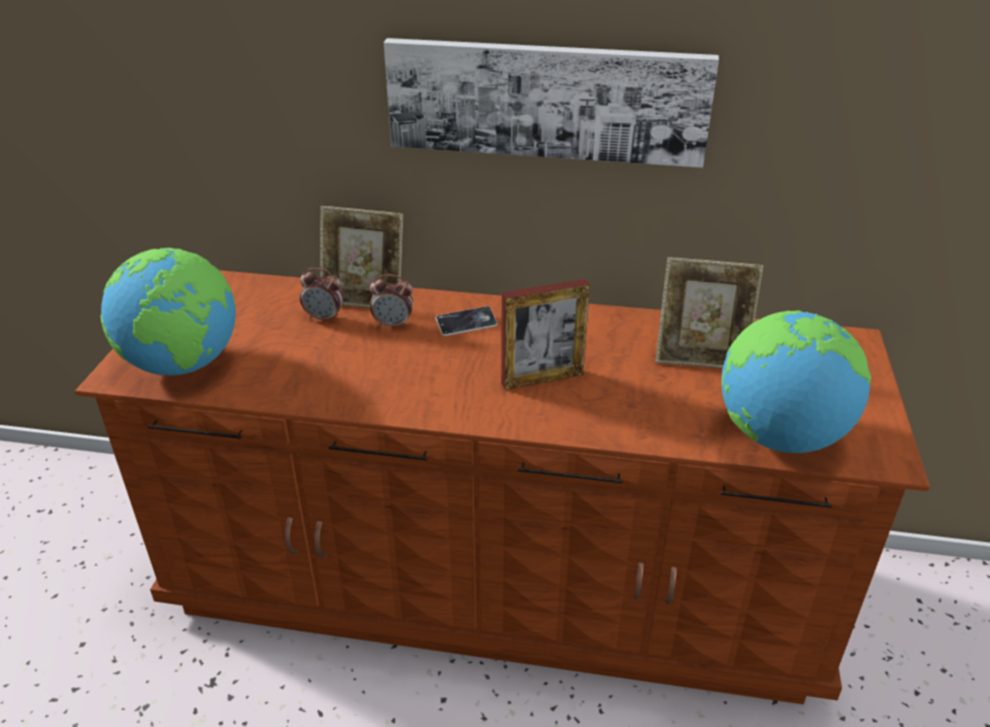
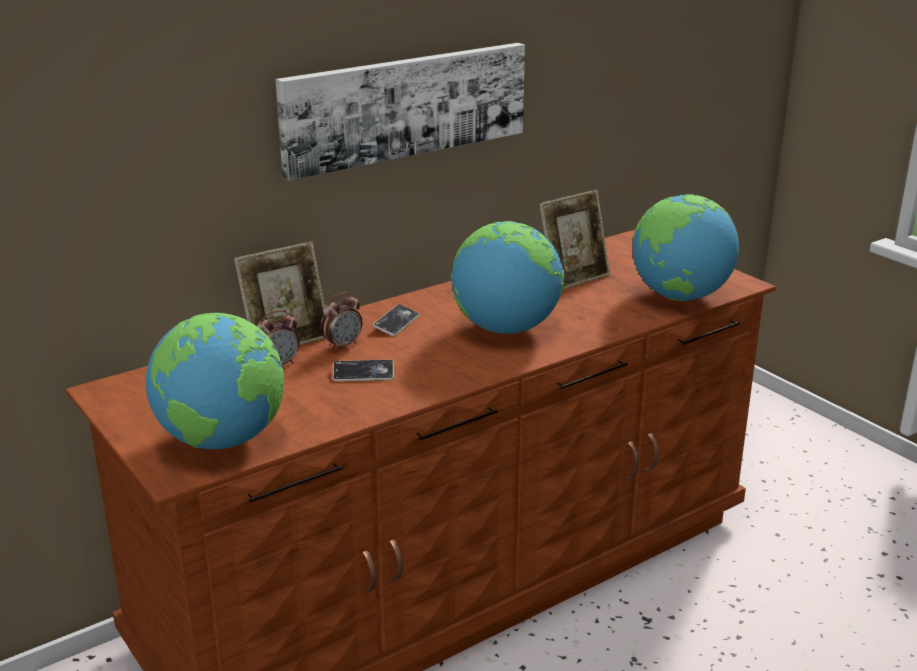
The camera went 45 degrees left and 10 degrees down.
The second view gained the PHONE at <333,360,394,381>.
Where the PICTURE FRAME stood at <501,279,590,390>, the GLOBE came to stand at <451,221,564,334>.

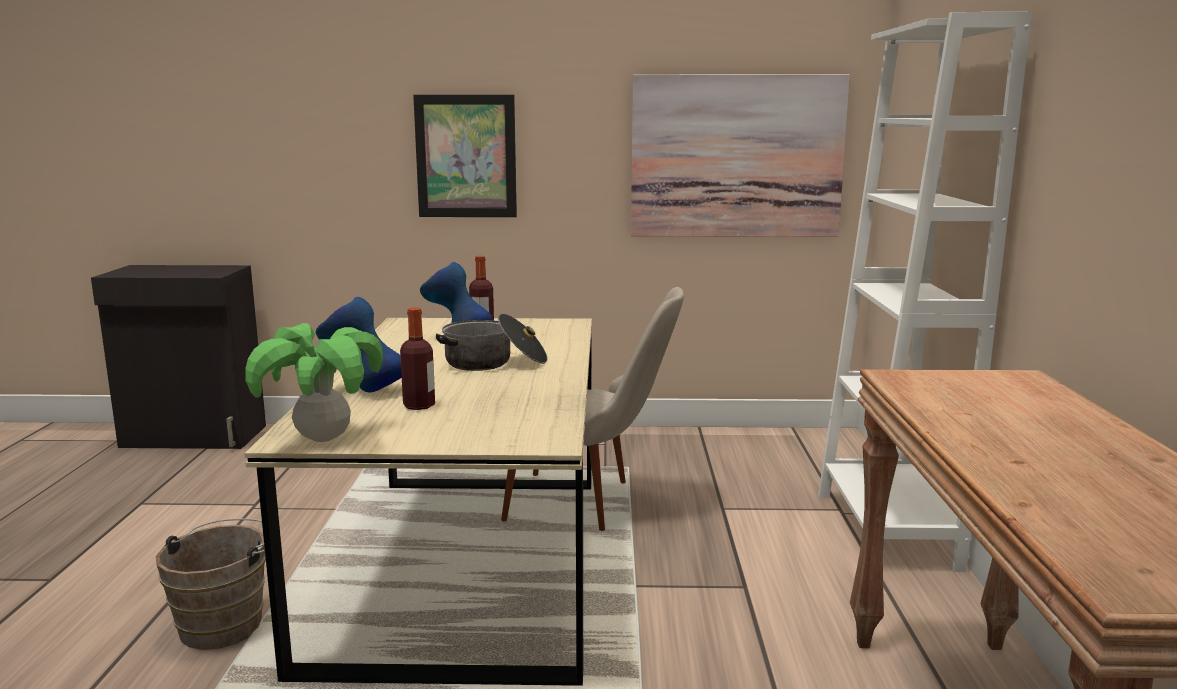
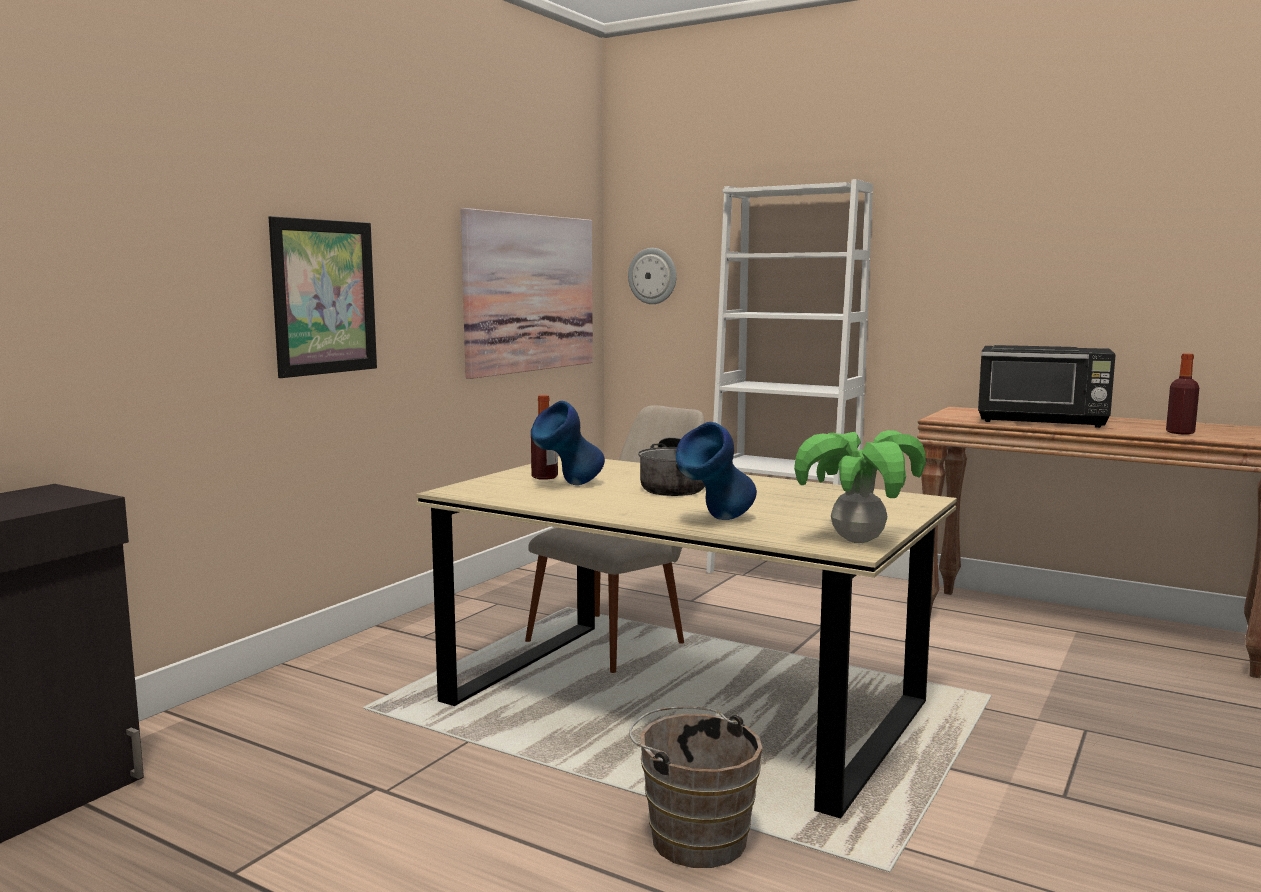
The camera went 60 degrees left and 5 degrees down.
The second view gained the WALL CLOCK at <628,248,677,304>.
The second view gained the BLACK MICROWAVE at <978,345,1116,428>.
The BOTTLE ended up elsewhere, having gone from <400,307,435,410> to <1166,353,1199,434>.

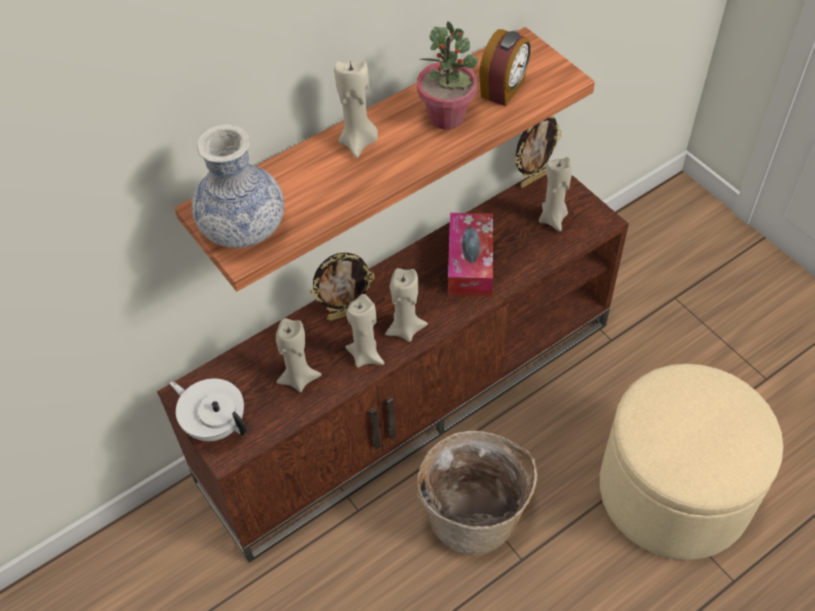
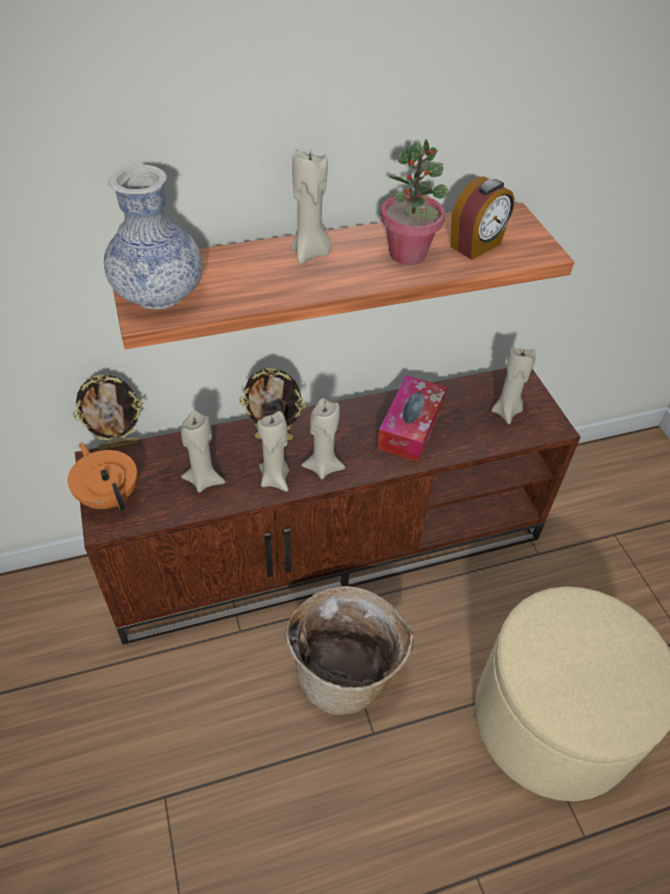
The camera went 15 degrees right and 5 degrees down.
The PICTURE FRAME ended up elsewhere, having gone from <514,115,562,188> to <73,374,143,450>.
What was the WHITE TEAPOT at <170,379,247,441> turned into the ORANGE TEAPOT at <68,443,137,511>.

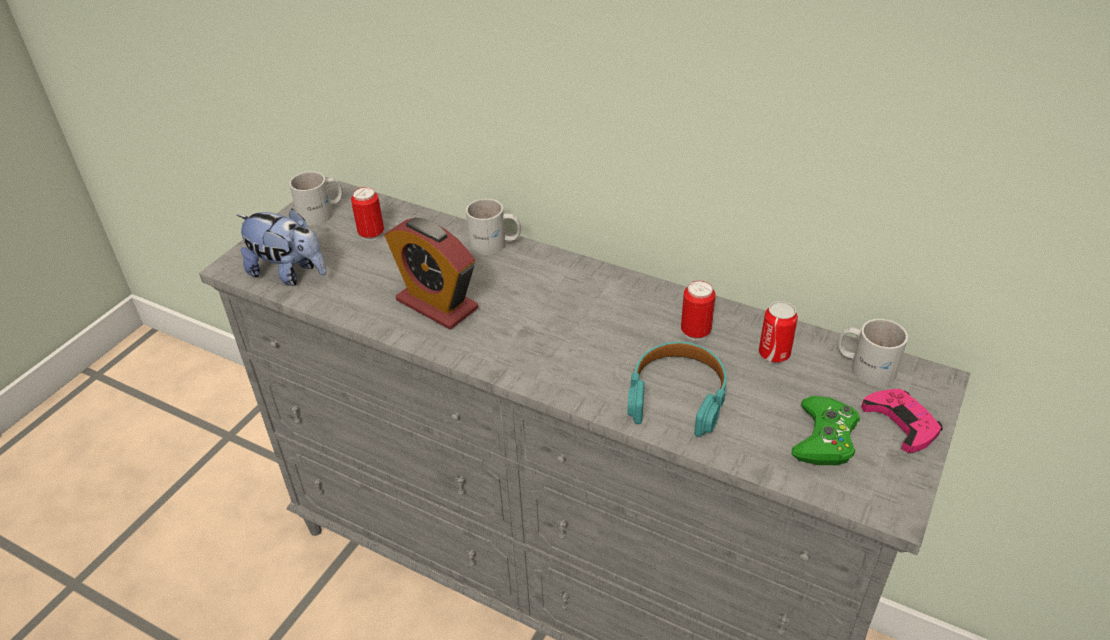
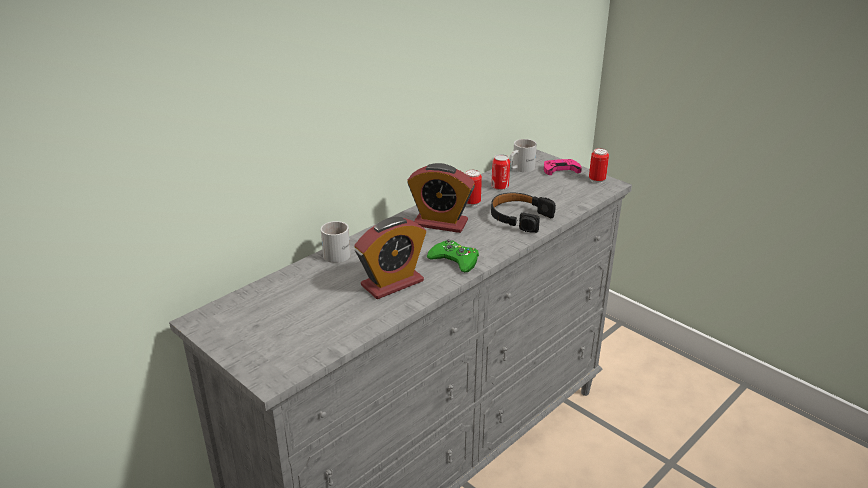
The camera went 75 degrees left and 10 degrees down.
The second view lost the PLUSH TOY at <237,208,326,286>.
The second view lost the WHITE MUG at <289,172,343,225>.
The second view gained the ALARM CLOCK at <407,163,475,233>.
The CAN ended up elsewhere, having gone from <351,187,384,241> to <589,148,609,183>.
The GREEN GAME CONTROLLER ended up elsewhere, having gone from <792,396,860,465> to <427,239,479,272>.
What was the TURQUOISE HEADPHONES at <627,342,727,437> turned into the BLACK HEADPHONES at <491,193,556,233>.

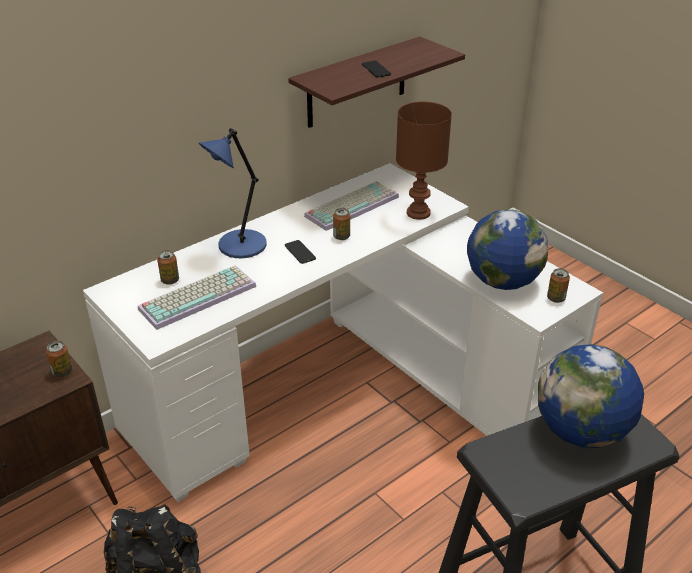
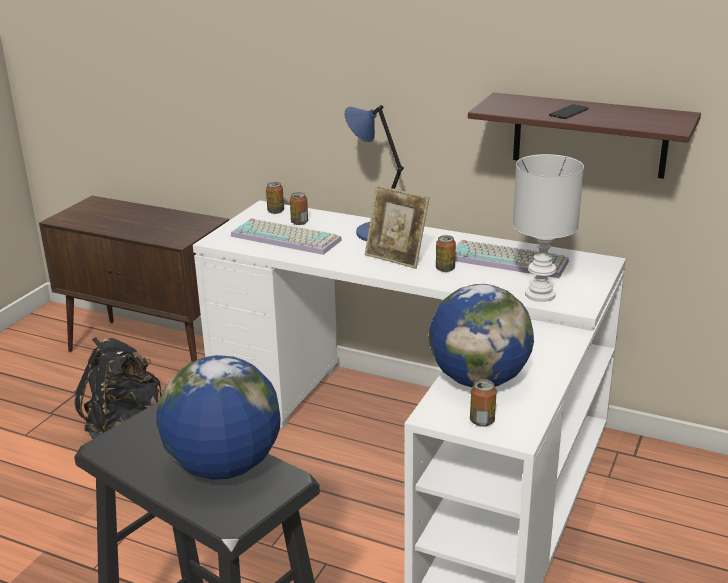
The camera went 65 degrees right and 10 degrees down.
The CAN ended up elsewhere, having gone from <46,341,72,377> to <266,182,284,214>.
Where the PHONE stood at <285,240,316,264>, the PICTURE FRAME came to stand at <365,185,429,269>.
What was the BROWN TABLE LAMP at <396,102,452,220> turned into the WHITE TABLE LAMP at <513,154,584,302>.

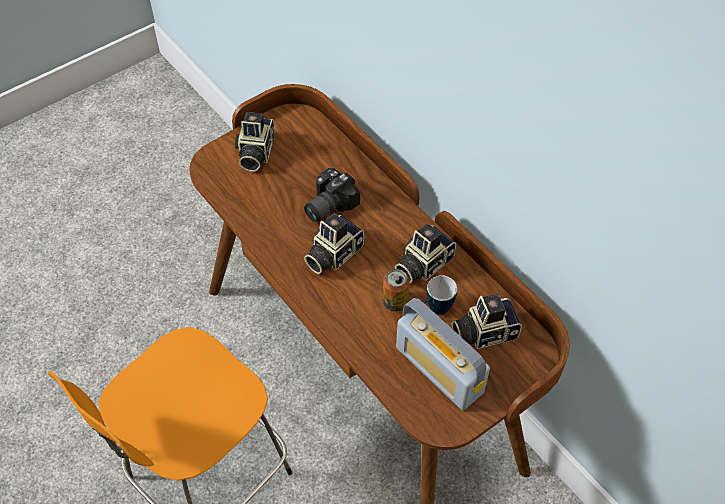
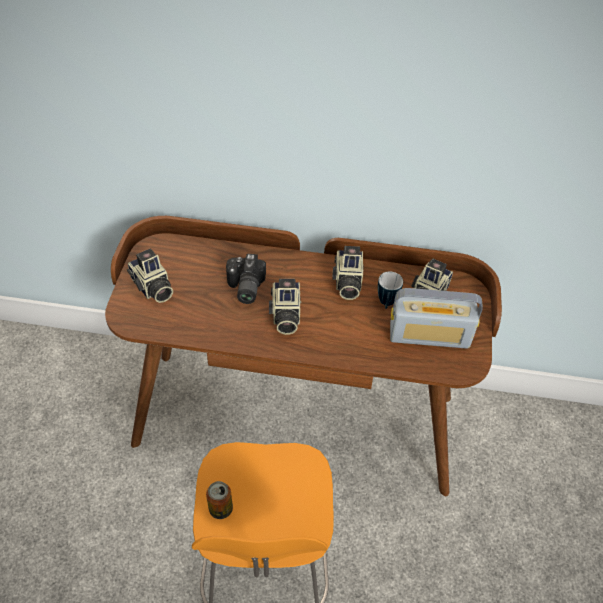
The camera went 45 degrees left and 5 degrees down.
The CAN ended up elsewhere, having gone from <383,269,409,312> to <206,481,233,519>.

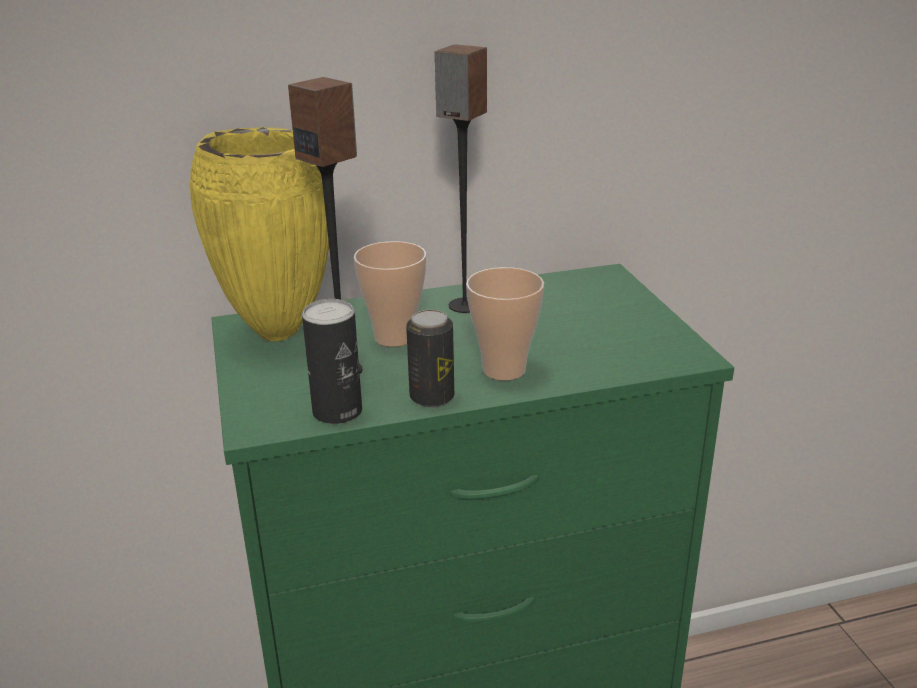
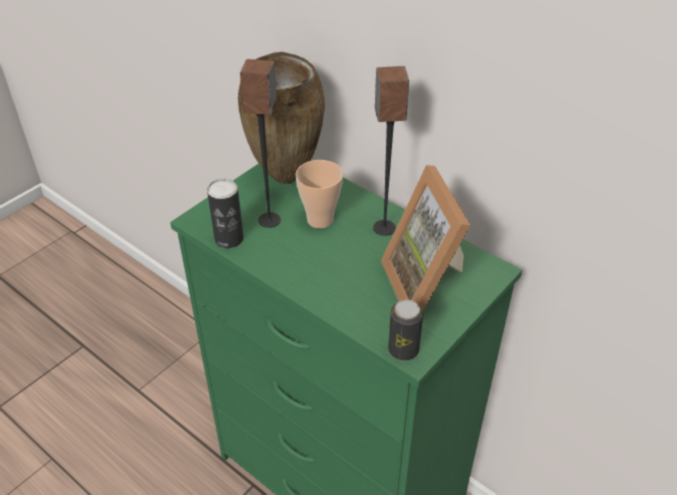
The camera went 55 degrees right and 15 degrees up.
The second view lost the CUP at <466,267,544,381>.
The second view gained the PICTURE FRAME at <381,165,470,311>.
The CAN ended up elsewhere, having gone from <406,310,454,407> to <388,300,423,361>.
What was the YELLOW VASE at <190,127,329,341> turned into the BROWN VASE at <238,52,325,184>.

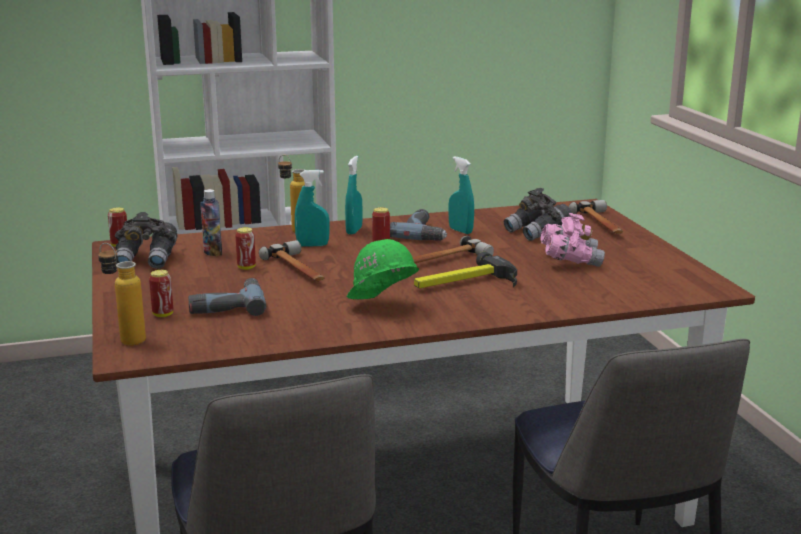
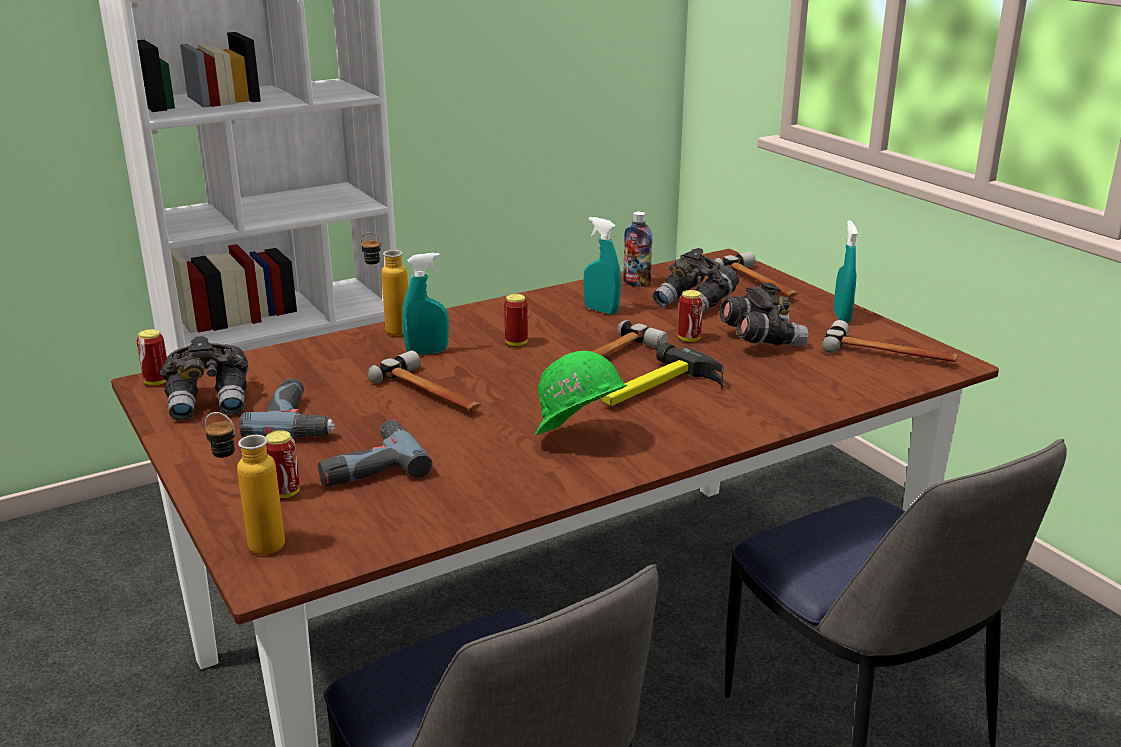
The camera went 15 degrees left and 5 degrees up.
The second view gained the HAMMER at <822,320,958,362>.
The BOTTLE ended up elsewhere, having gone from <200,189,222,256> to <623,212,652,287>.
The CAN ended up elsewhere, having gone from <235,227,256,270> to <678,290,703,342>.
The TURQUOISE SPRAY BOTTLE ended up elsewhere, having gone from <345,156,363,234> to <834,220,858,323>.
The POWER DRILL ended up elsewhere, having gone from <390,209,447,241> to <239,378,335,438>.
What was the PINK BINOCULARS at <540,213,605,267> turned into the GREY BINOCULARS at <719,282,809,346>.

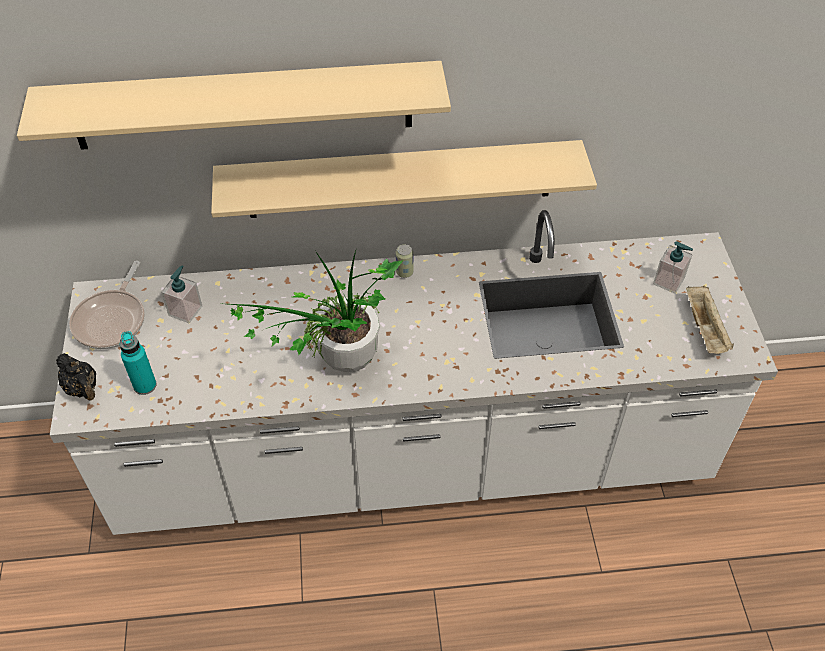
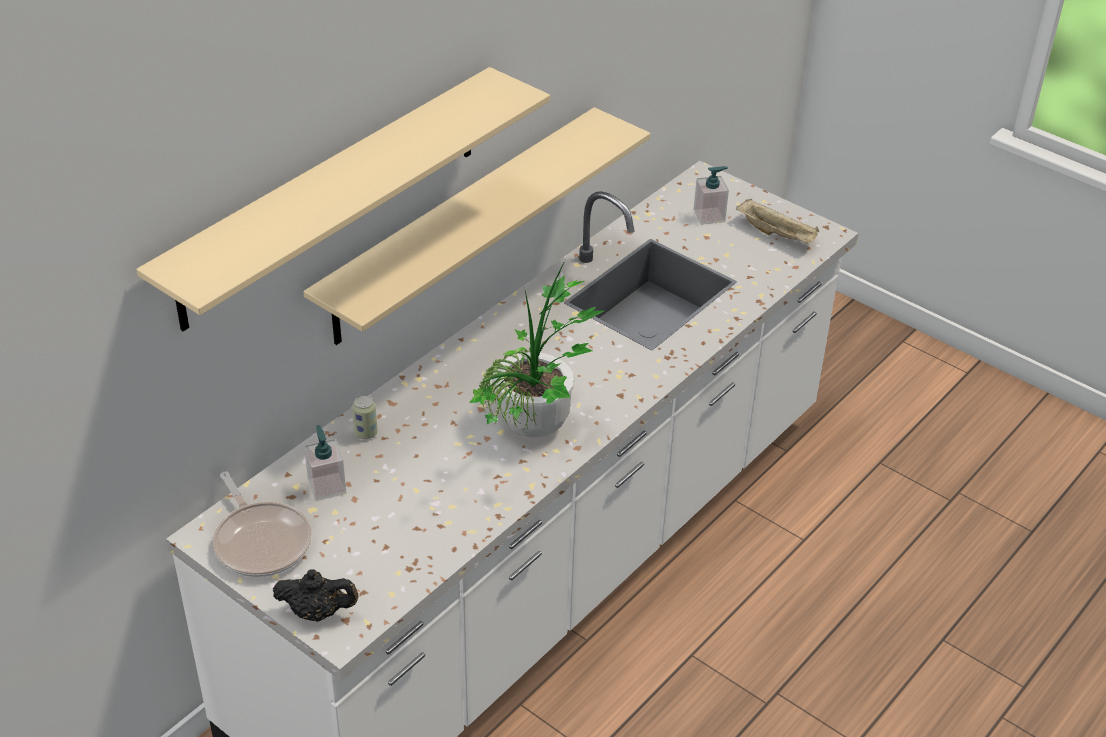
The camera went 45 degrees left and 10 degrees down.
The second view lost the TURQUOISE BOTTLE at <120,331,157,395>.
The CAN ended up elsewhere, having gone from <396,244,413,278> to <352,396,378,439>.

